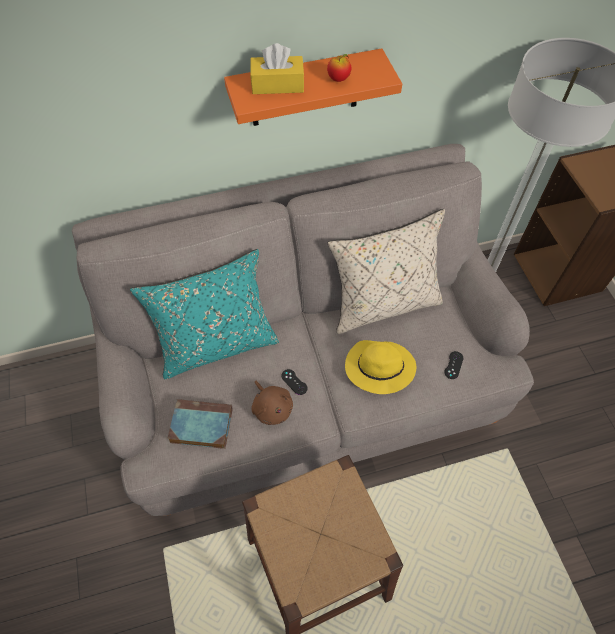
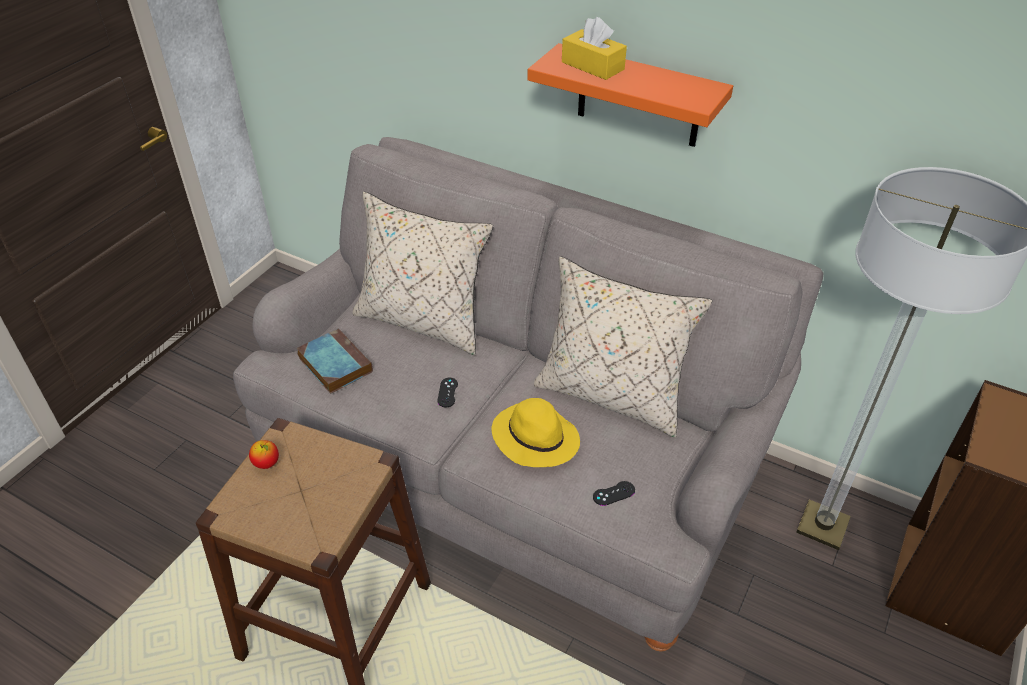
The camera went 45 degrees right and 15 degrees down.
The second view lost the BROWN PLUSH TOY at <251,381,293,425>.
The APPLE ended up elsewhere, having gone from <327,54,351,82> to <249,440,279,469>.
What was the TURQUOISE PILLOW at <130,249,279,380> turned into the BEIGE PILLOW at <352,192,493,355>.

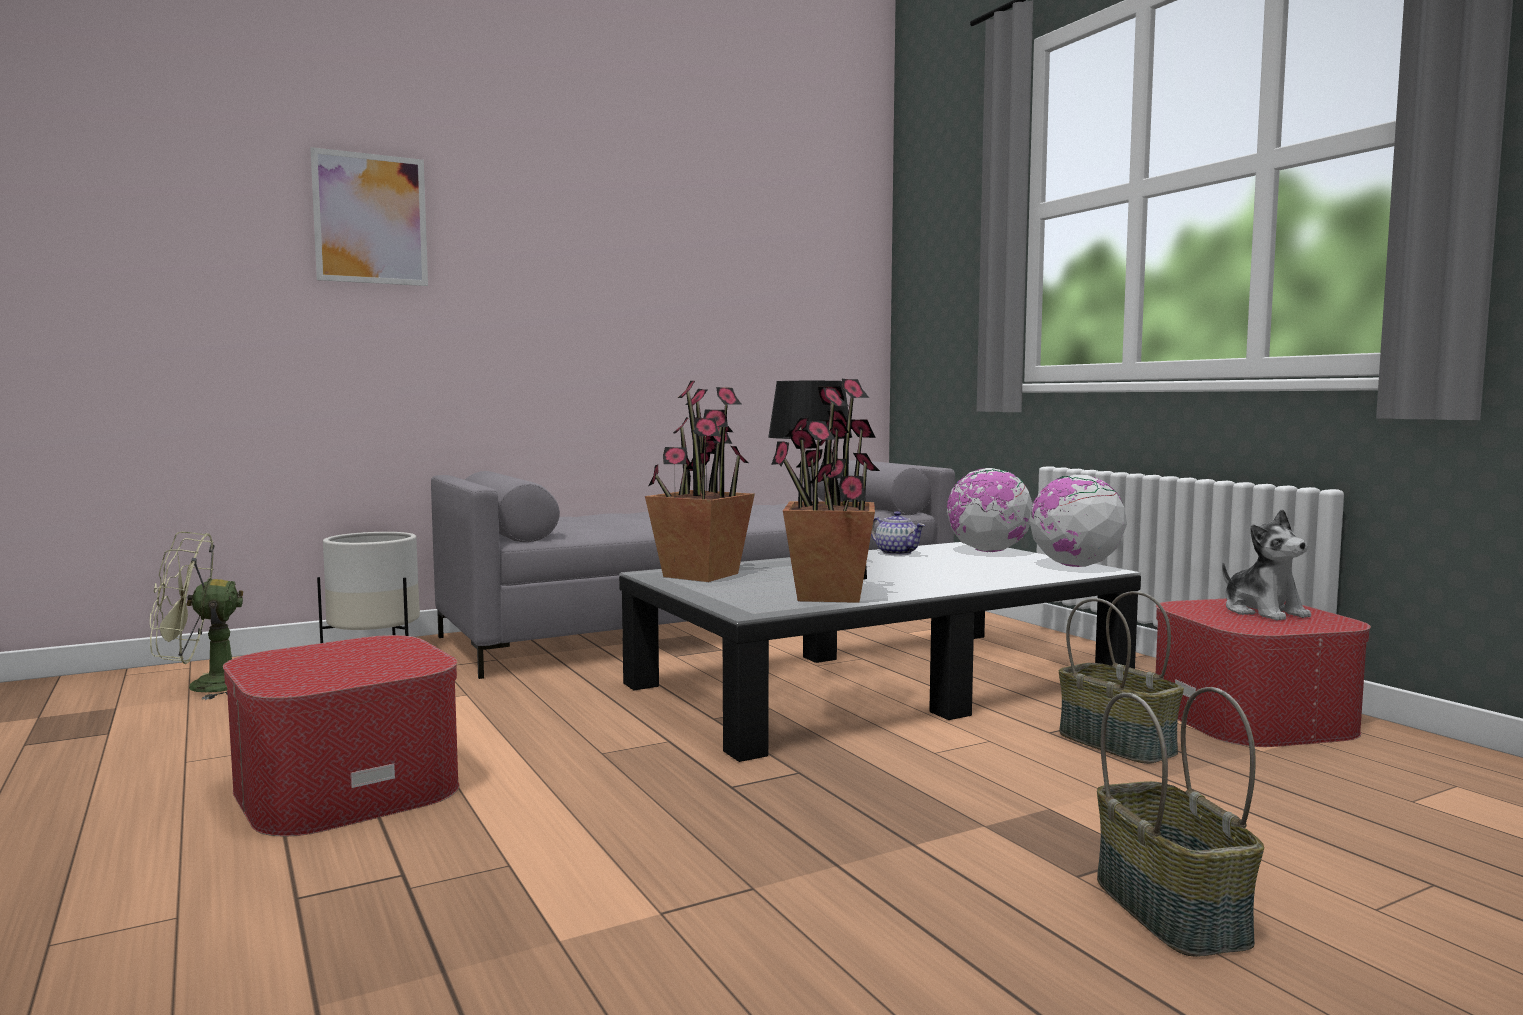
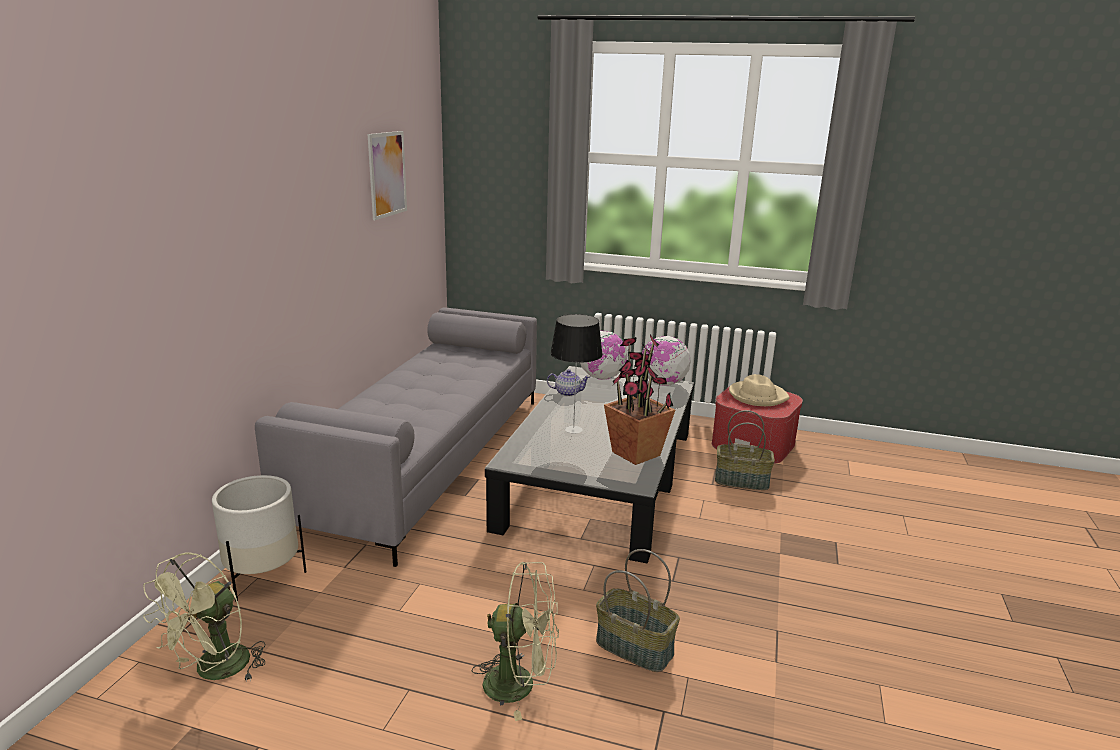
The camera went 45 degrees left and 15 degrees up.
The second view lost the POTTED PLANT at <645,381,755,582>.
The PICTURE ended up elsewhere, having gone from <310,147,428,286> to <368,131,407,220>.
The BASKET ended up elsewhere, having gone from <1097,687,1264,957> to <596,549,680,672>.
Where the OTTOMAN stood at <223,635,459,836>, the GREEN FAN came to stand at <472,562,559,721>.
Where the PLUSH TOY stood at <1222,509,1311,620>, the BEIGE HAT came to stand at <729,374,790,406>.

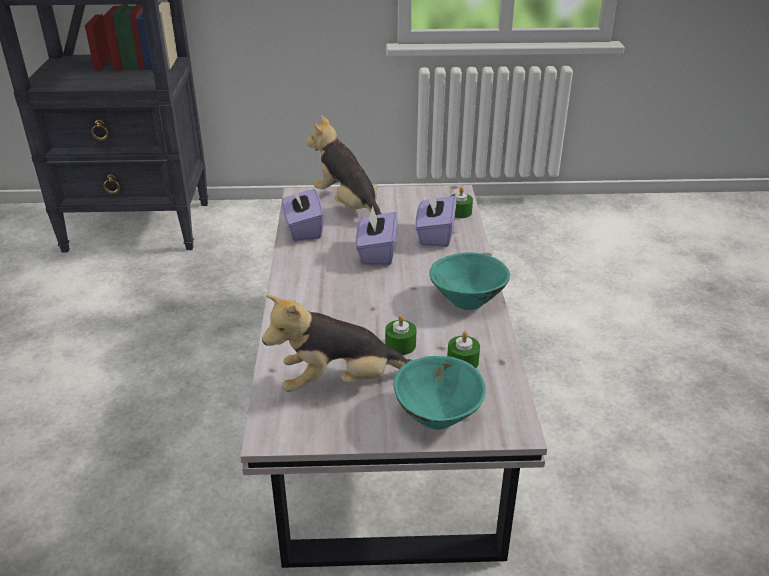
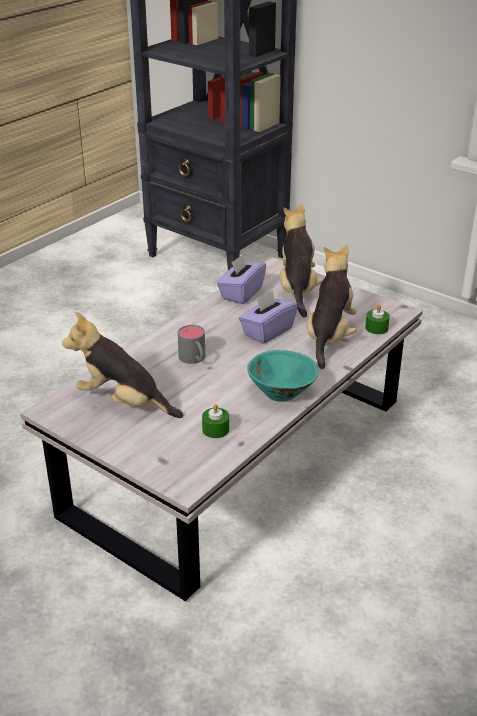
The camera went 40 degrees right and 0 degrees up.
The second view lost the GREEN CANDLE at <385,315,416,355>.
The second view lost the TURQUOISE BOWL at <393,356,486,430>.
The second view gained the GREY MUG at <178,325,205,364>.
Where the PURPLE TISSUE BOX stood at <415,190,456,247>, the PLUSH TOY came to stand at <307,245,357,369>.

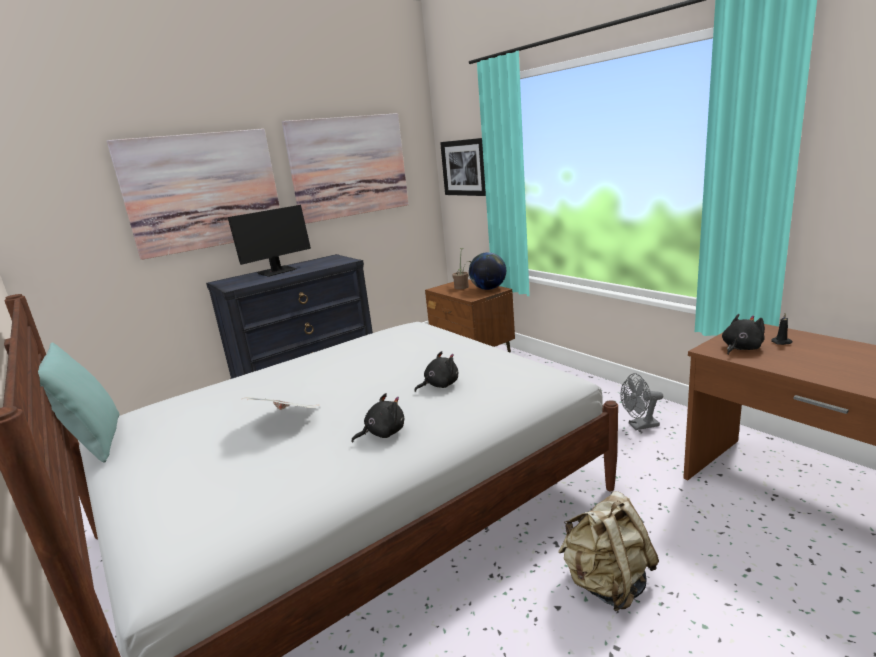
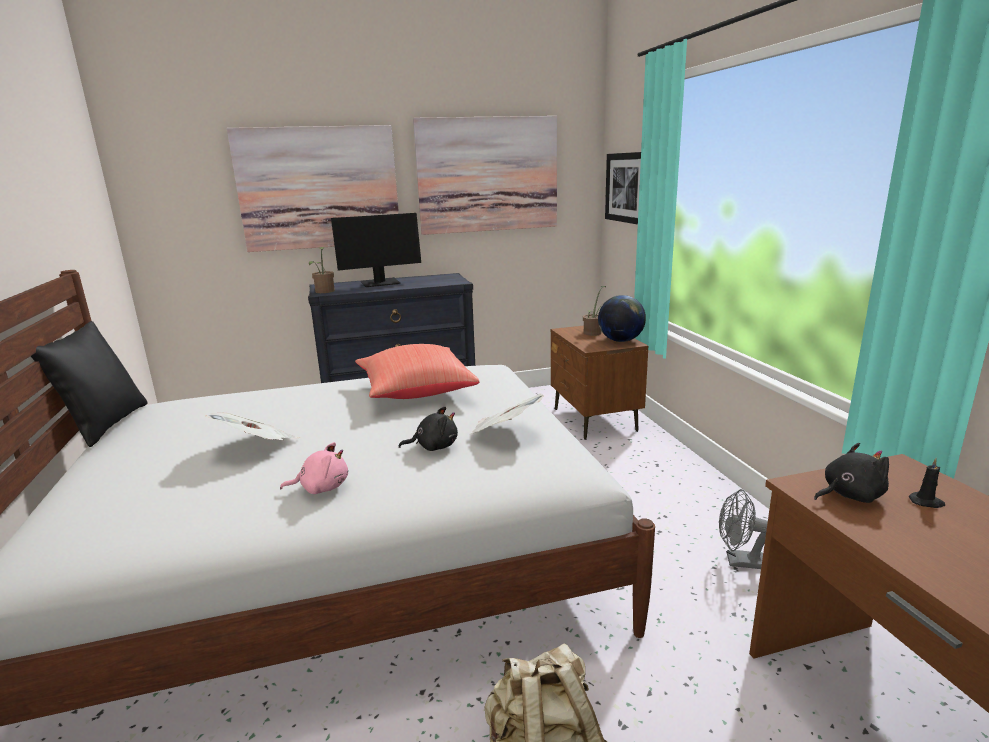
The camera went 20 degrees right and 0 degrees up.
The second view gained the POTTED PLANT at <309,247,335,293>.
The second view gained the RED PILLOW at <355,344,480,399>.
The second view gained the NEWSPAPER at <469,393,544,435>.
What was the TURQUOISE PILLOW at <38,343,120,462> turned into the BLACK PILLOW at <31,321,147,447>.
What was the BLACK PLUSH TOY at <351,393,404,443> turned into the PINK PLUSH TOY at <280,442,348,494>.

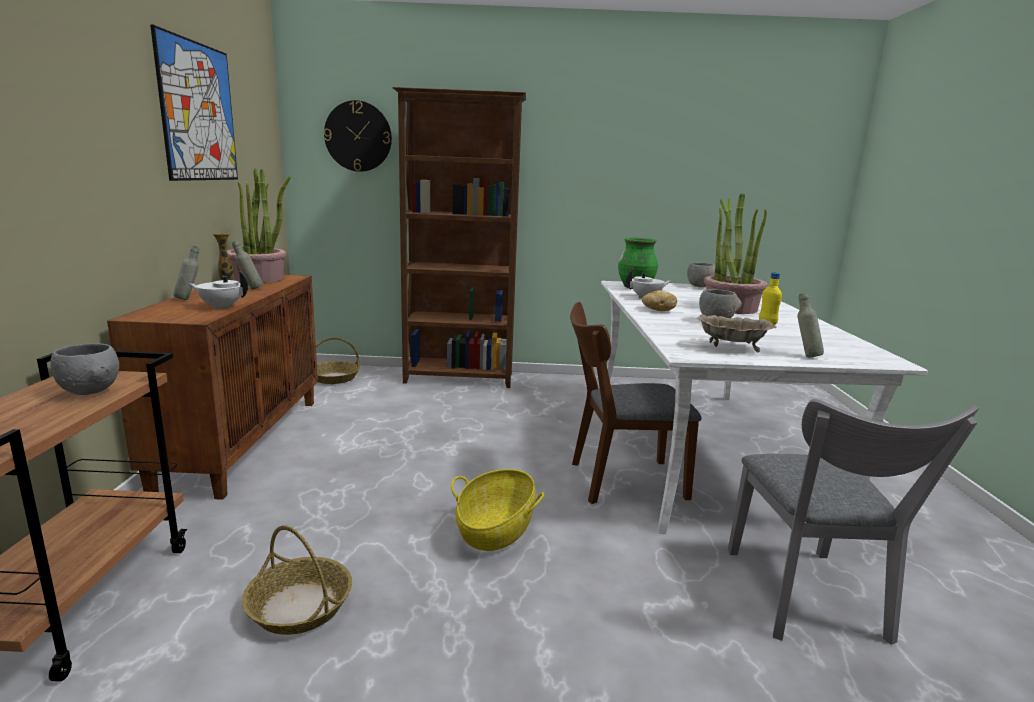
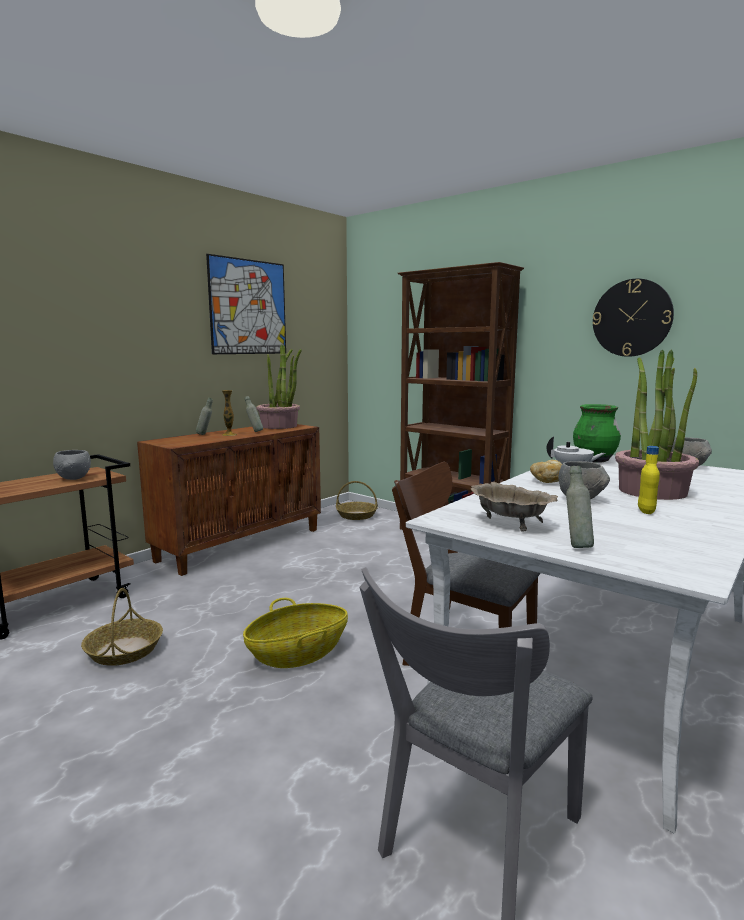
The camera went 40 degrees right and 5 degrees down.
The second view lost the WHITE TEAPOT at <189,272,248,309>.
The WALL CLOCK ended up elsewhere, having gone from <324,100,392,172> to <592,278,674,357>.

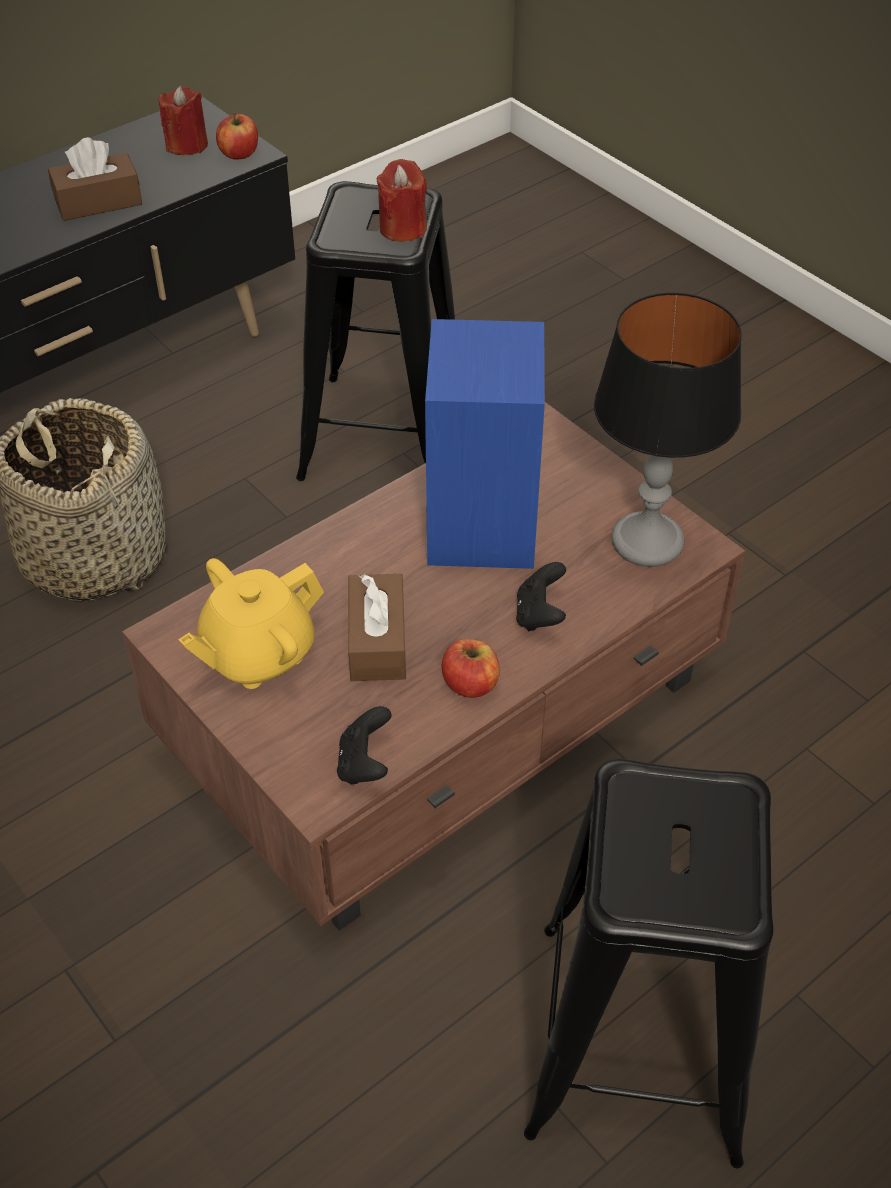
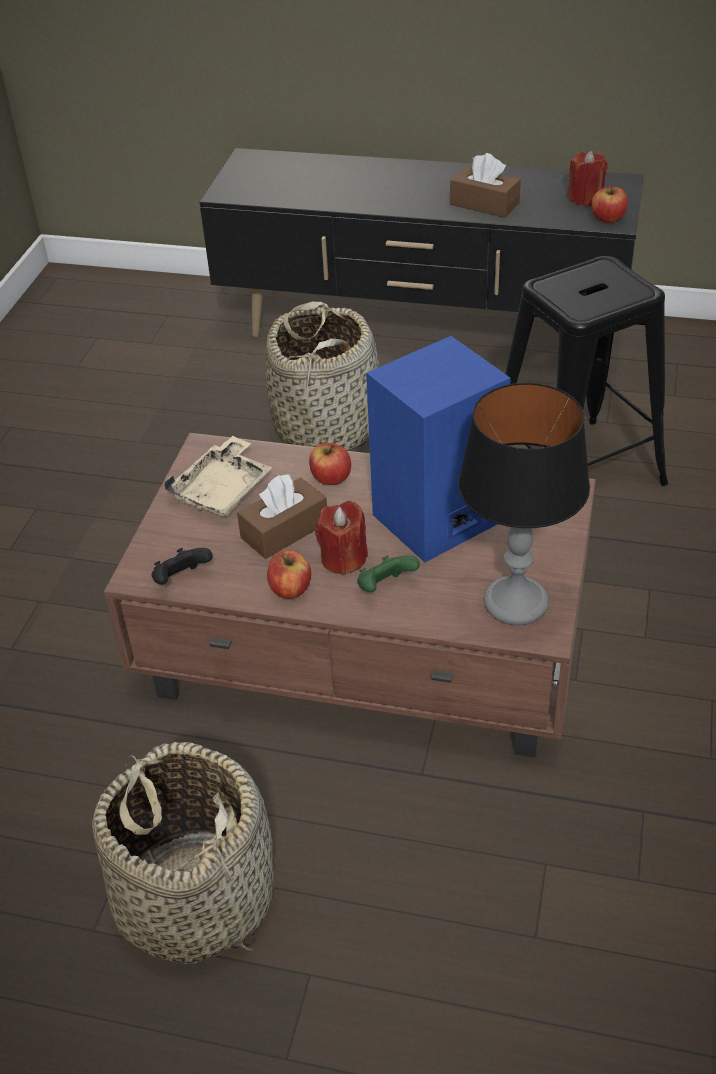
The camera went 55 degrees right and 5 degrees down.
The second view gained the APPLE at <309,443,351,485>.
The RED CANDLE ended up elsewhere, having gone from <377,159,427,242> to <315,501,368,575>.
Where the YELLOW TEAPOT stood at <179,558,324,689>, the BEIGE TRAY came to stand at <164,436,273,517>.
Where the BLACK STOOL stood at <524,759,774,1169>, the BASKET came to stand at <92,742,274,964>.
What was the BLACK GAME CONTROLLER at <516,562,566,631> turned into the GREEN GAME CONTROLLER at <357,555,420,592>.

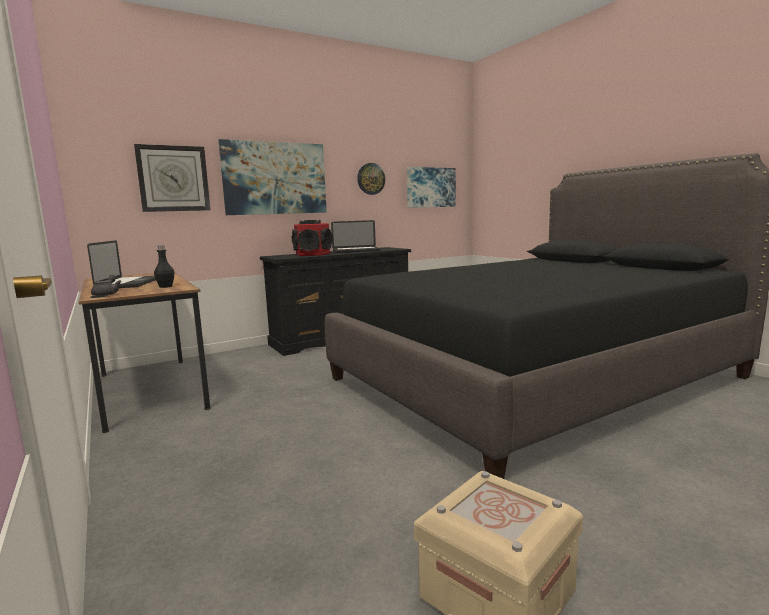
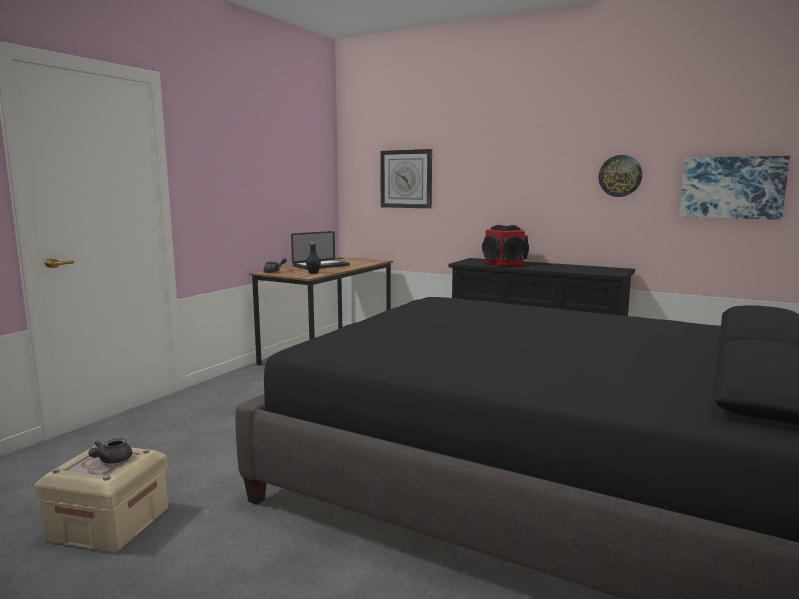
The camera went 60 degrees right and 0 degrees up.
The second view lost the PICTURE at <218,139,327,215>.
The second view lost the LAPTOP at <331,220,381,253>.
The second view gained the GREY TEAPOT at <88,438,132,464>.

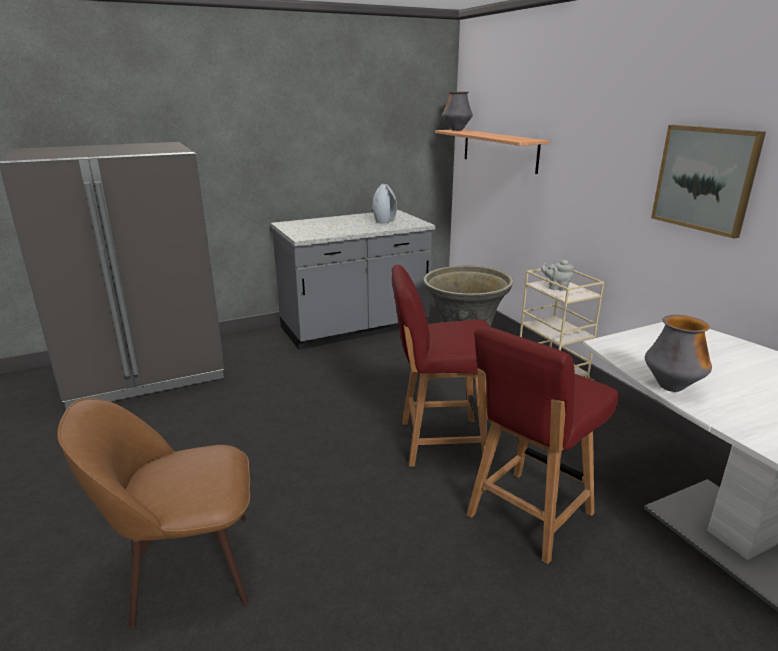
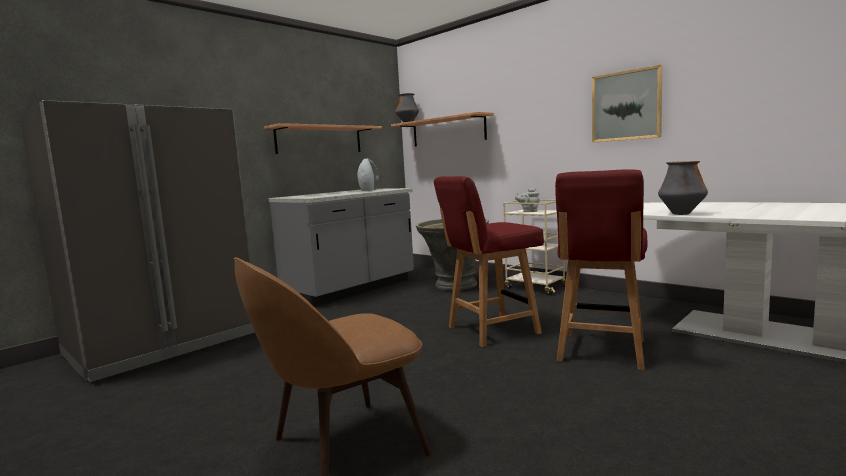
The camera went 20 degrees left and 15 degrees down.
The second view gained the SHELF at <264,123,382,154>.

